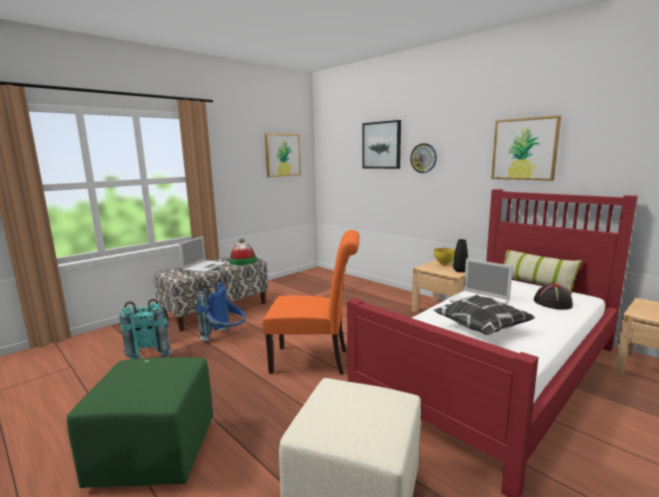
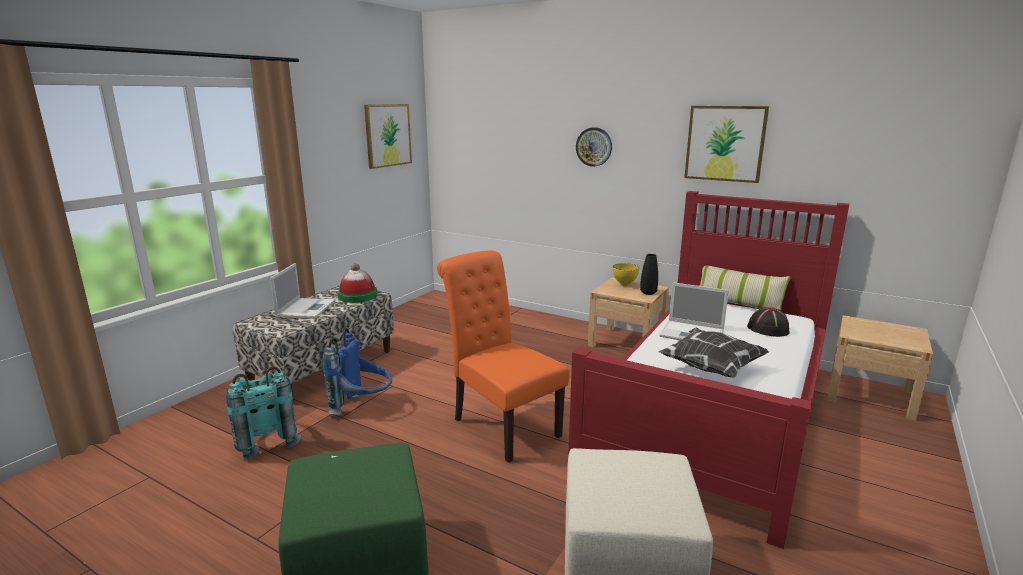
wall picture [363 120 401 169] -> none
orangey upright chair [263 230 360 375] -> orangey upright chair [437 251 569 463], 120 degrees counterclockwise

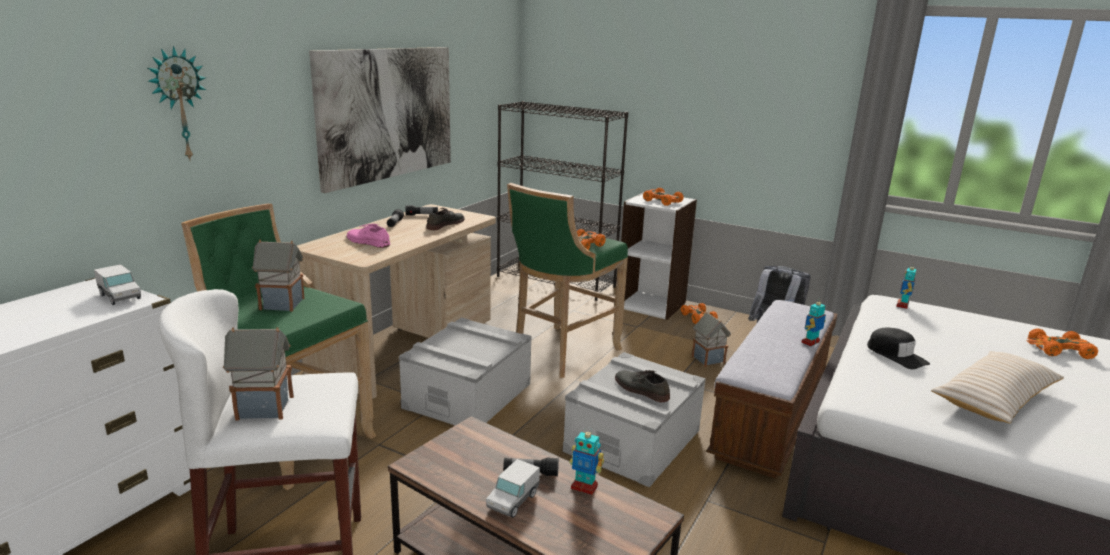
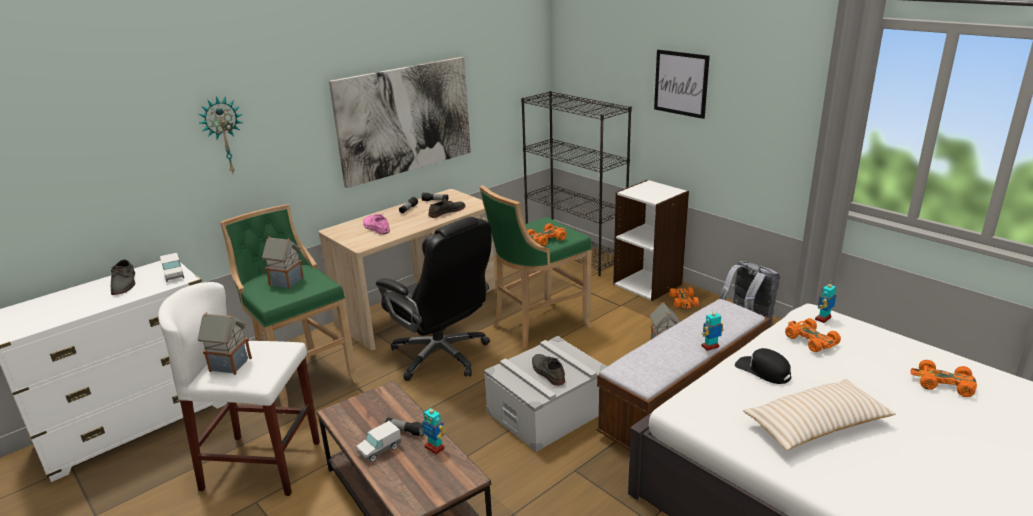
orangey miniature car [643 188 684 206] -> orangey miniature car [785 318 841 352], shifted
grey storage box [399 317 532 425] -> black-coloured desk chair [376 217 492 381]
black-coloured peaked cap [867 328 930 369] -> black-coloured peaked cap [735 348 791 384], 150 degrees clockwise
none -> wall picture [654 50 710 119]
none -> grey shoe [111 260 135 295]

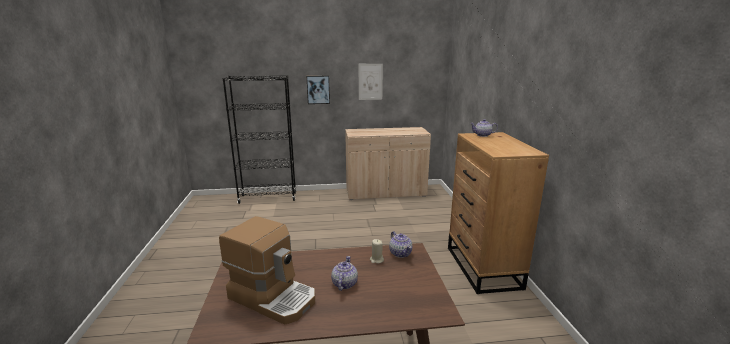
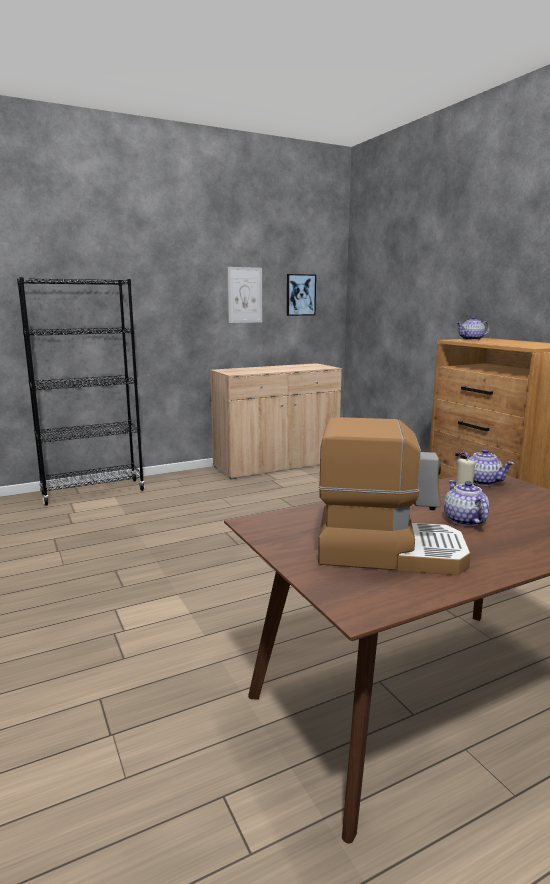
wall picture [307 76 330 104] -> wall picture [287 274 316 316], shifted

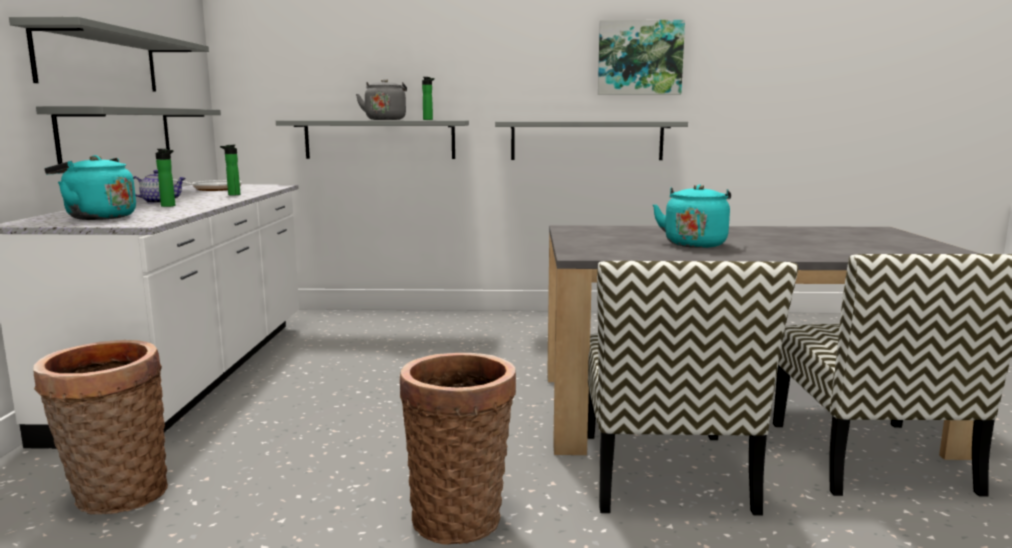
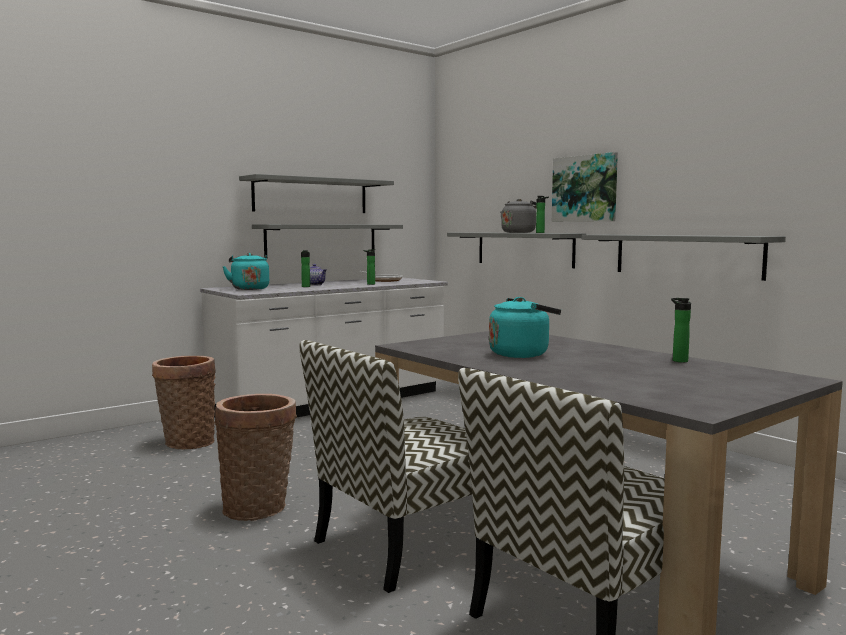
wall picture [598 20 685 95] -> wall picture [552 152 618 222], shifted
none -> bottle [671 298 691 363]

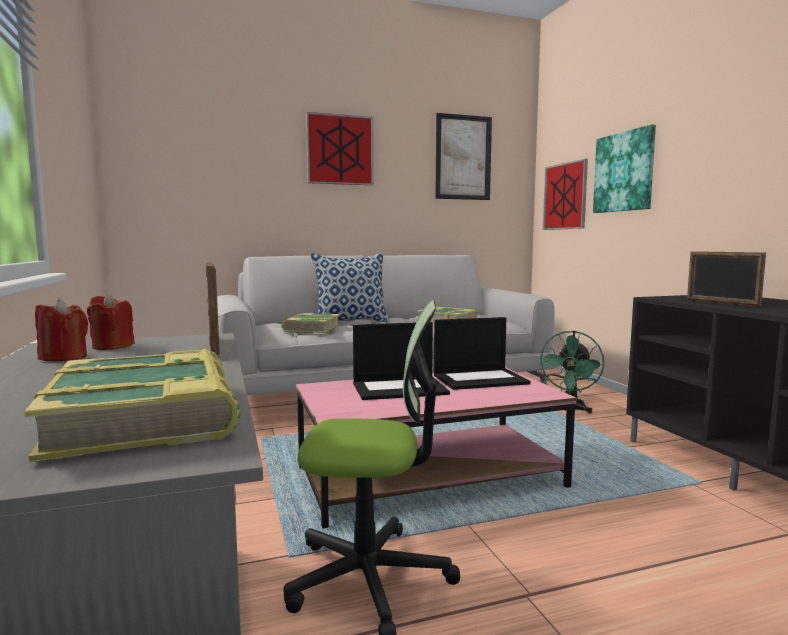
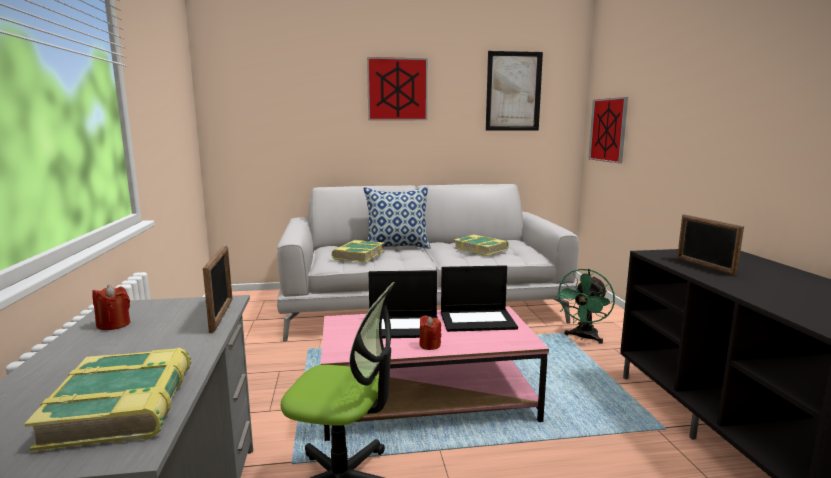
wall picture [593 124 656 213] -> none
red-coloured candle [87 293 135 350] -> red-coloured candle [420 316 441 350], shifted

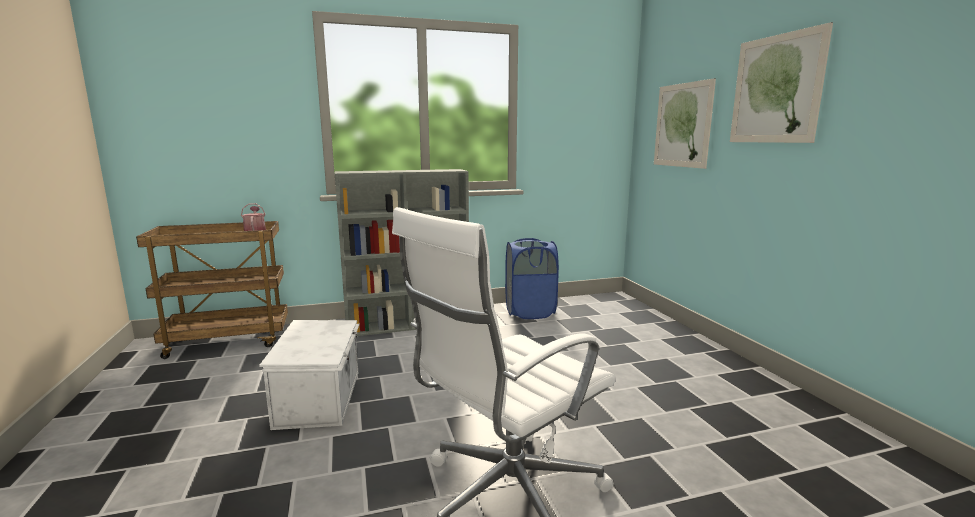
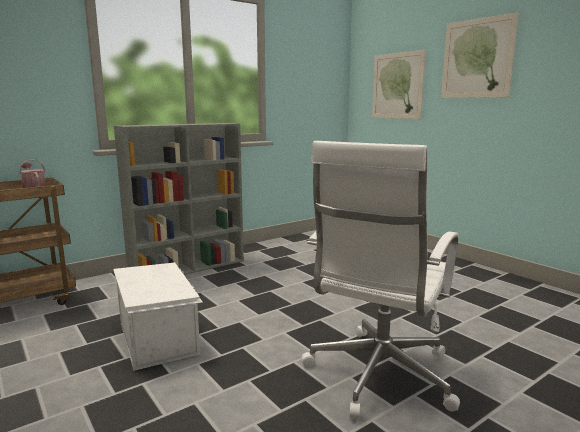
blue washing basket [505 238 559 319] -> none

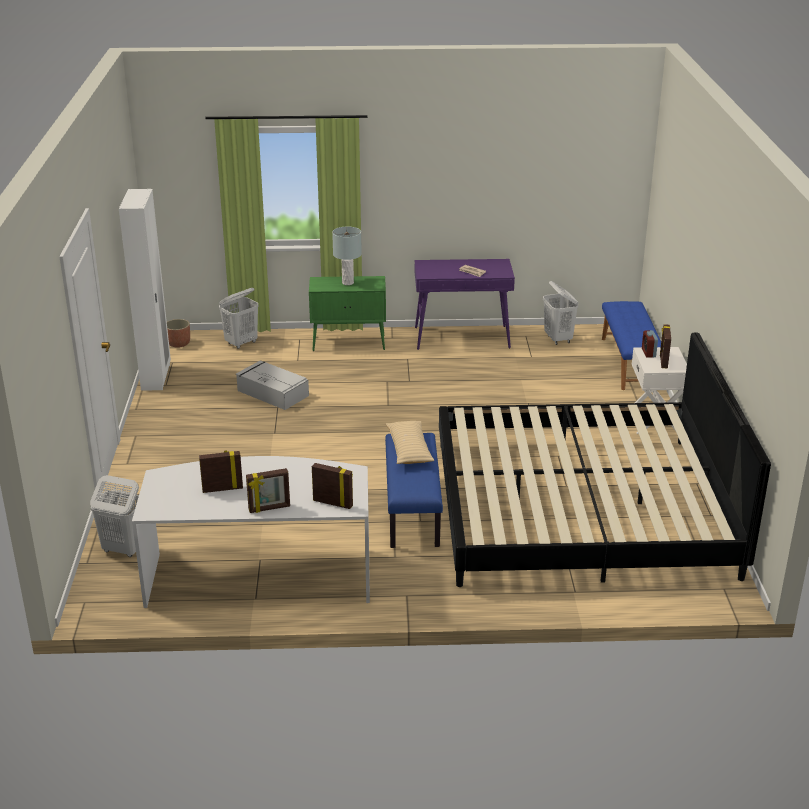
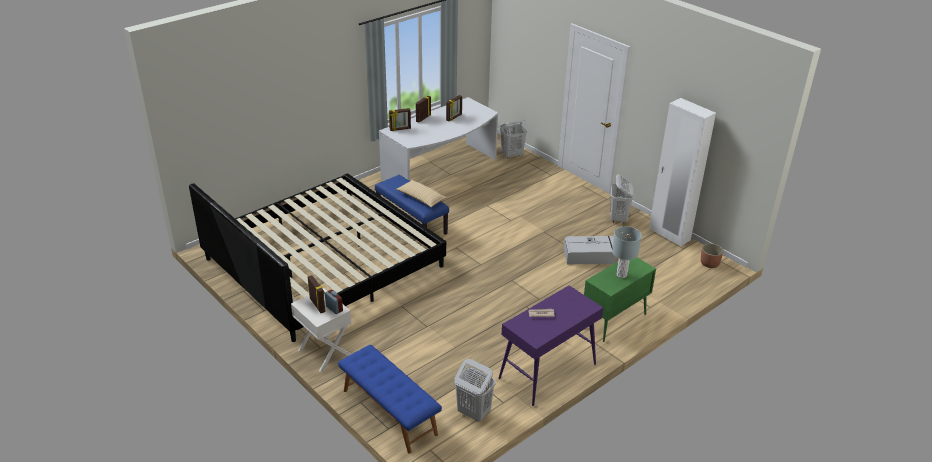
white-coloured washing basket [219 288 259 349] -> white-coloured washing basket [610 174 633 224], shifted

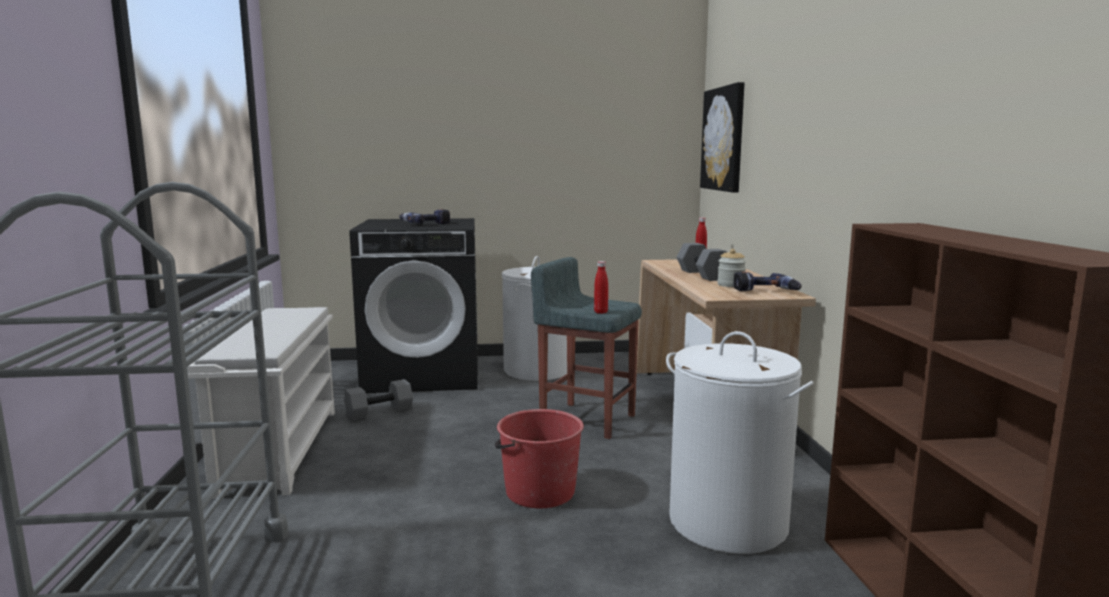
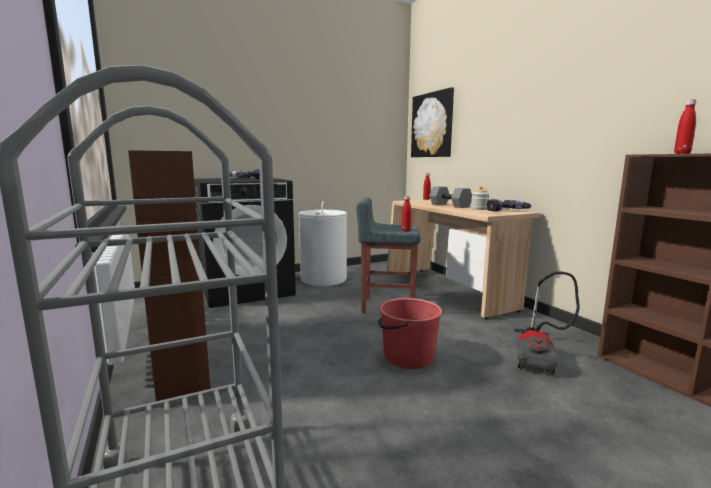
white-coloured shoe stand [188 307 335 498] -> brown-coloured shelving unit [128 150 210 401]
white-coloured washing basket [666 331 813 554] -> vacuum cleaner [514 271 580 375]
grey free weight [344 379 413 421] -> none
none -> red-coloured bottle [674 99 697 154]

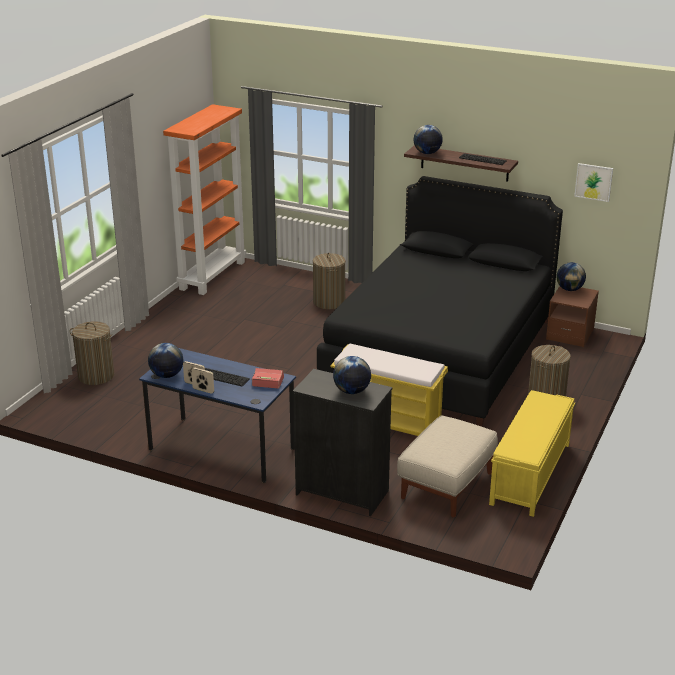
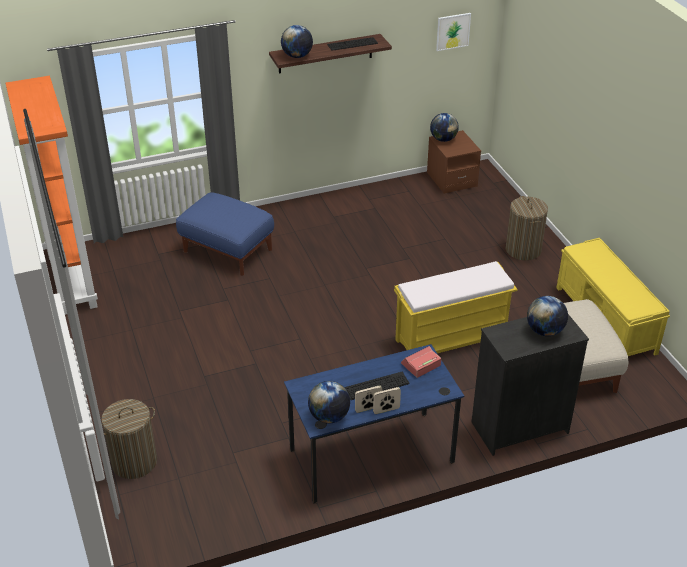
black-coloured bed [317 176 563 427] -> none
washing basket [313 253 346 309] -> blue ottoman [176 192 274 276]

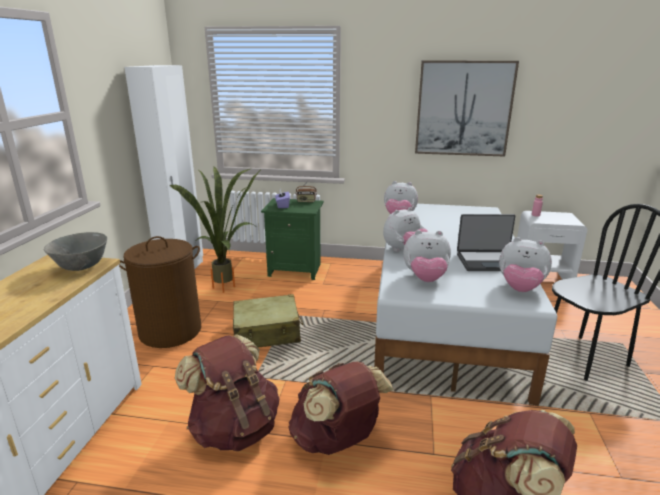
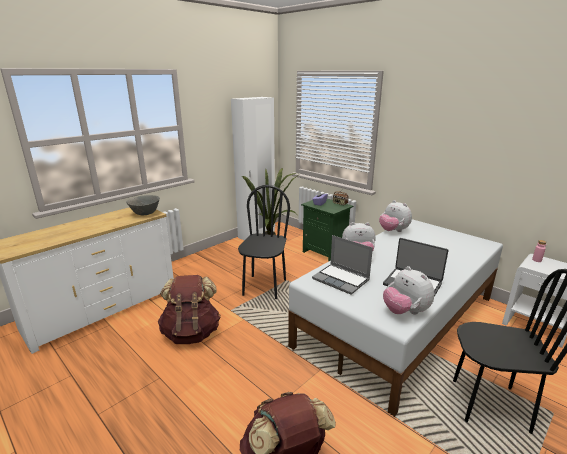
wall picture [415 60 519 157] -> none
cuddly toy [403 230 451 282] -> laptop [312 235 373 295]
brown-coloured washing basket [119 236 201 348] -> none
sand-coloured piece of luggage [233 294 303 347] -> black-coloured upright chair [238 185 290 299]
brown-coloured rucksack [289 362 394 455] -> none

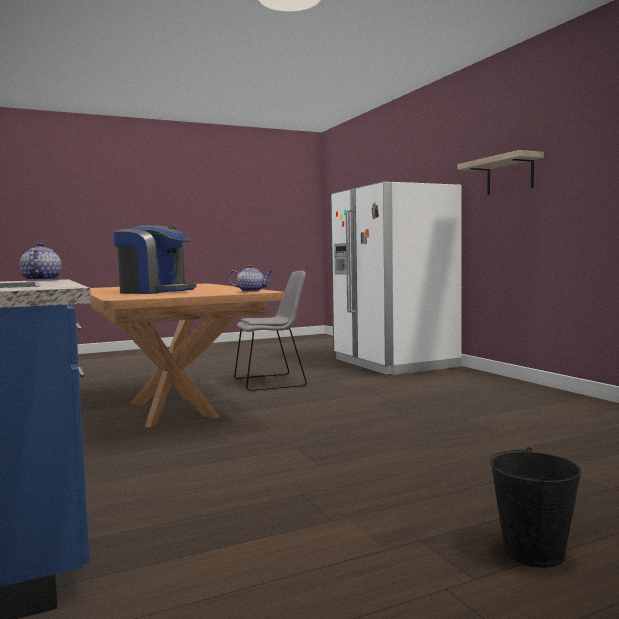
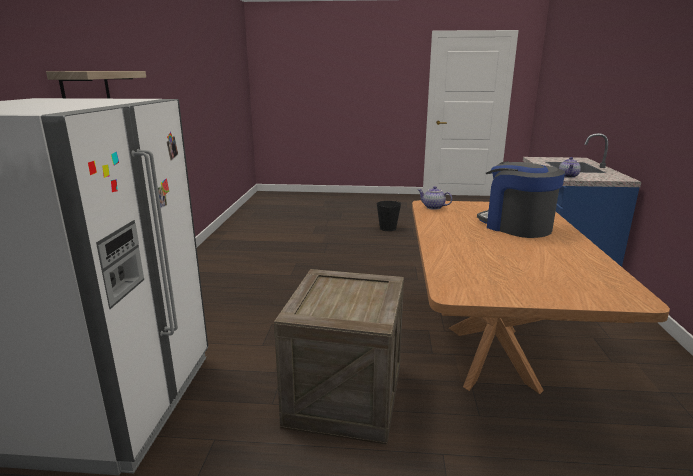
grey upright chair [234 270 307 392] -> crate [274 269 404 445]

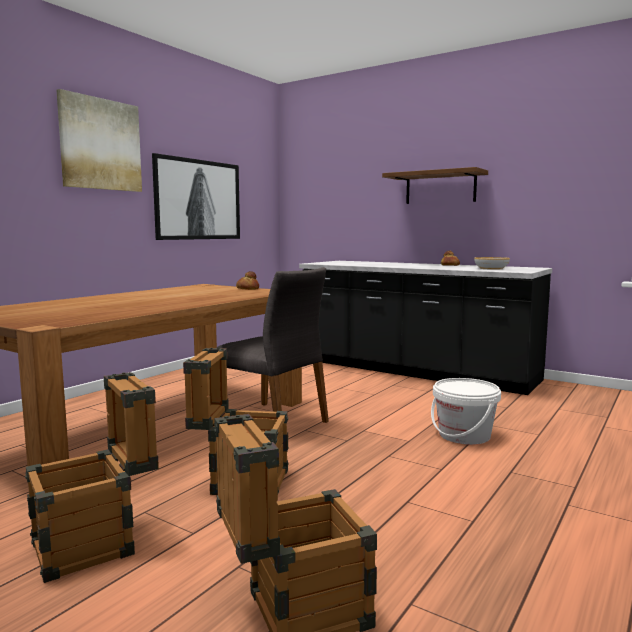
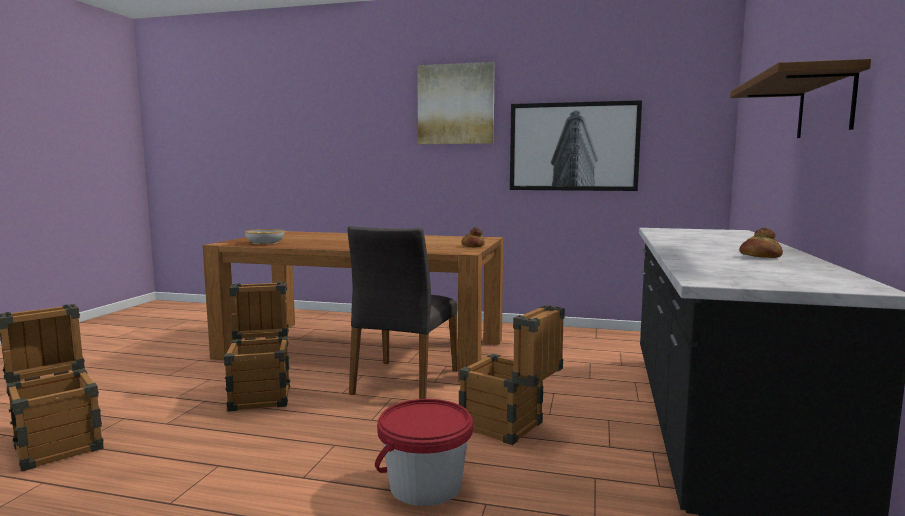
serving bowl [474 257 510 270] -> serving bowl [245 229 285 244], shifted
crate [25 372 159 583] -> crate [459 305 565 445], shifted
white-coloured water bucket [431 378 501 445] -> red-coloured water bucket [375 399 473 506]

